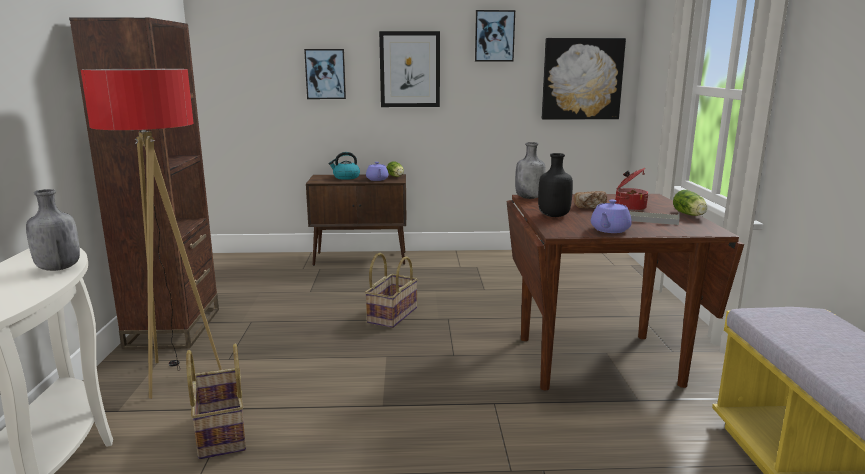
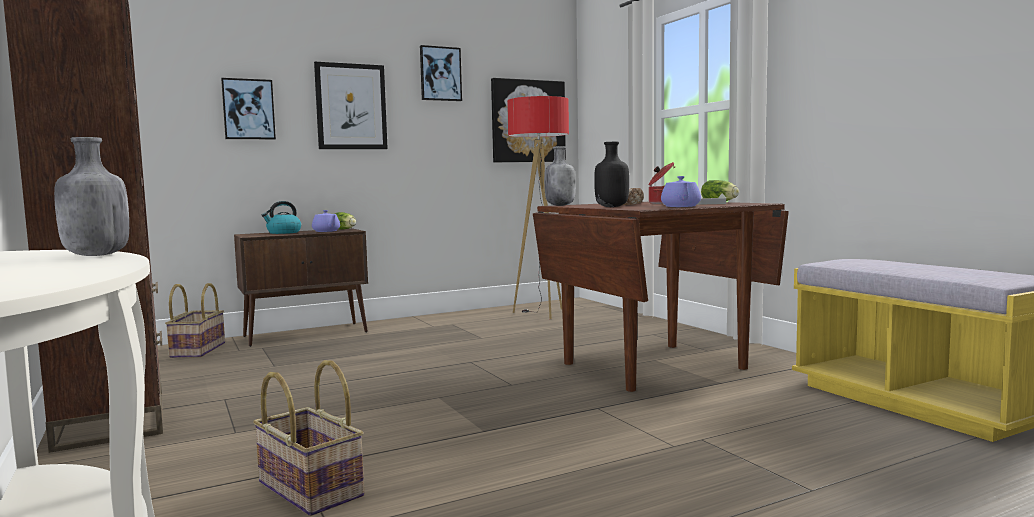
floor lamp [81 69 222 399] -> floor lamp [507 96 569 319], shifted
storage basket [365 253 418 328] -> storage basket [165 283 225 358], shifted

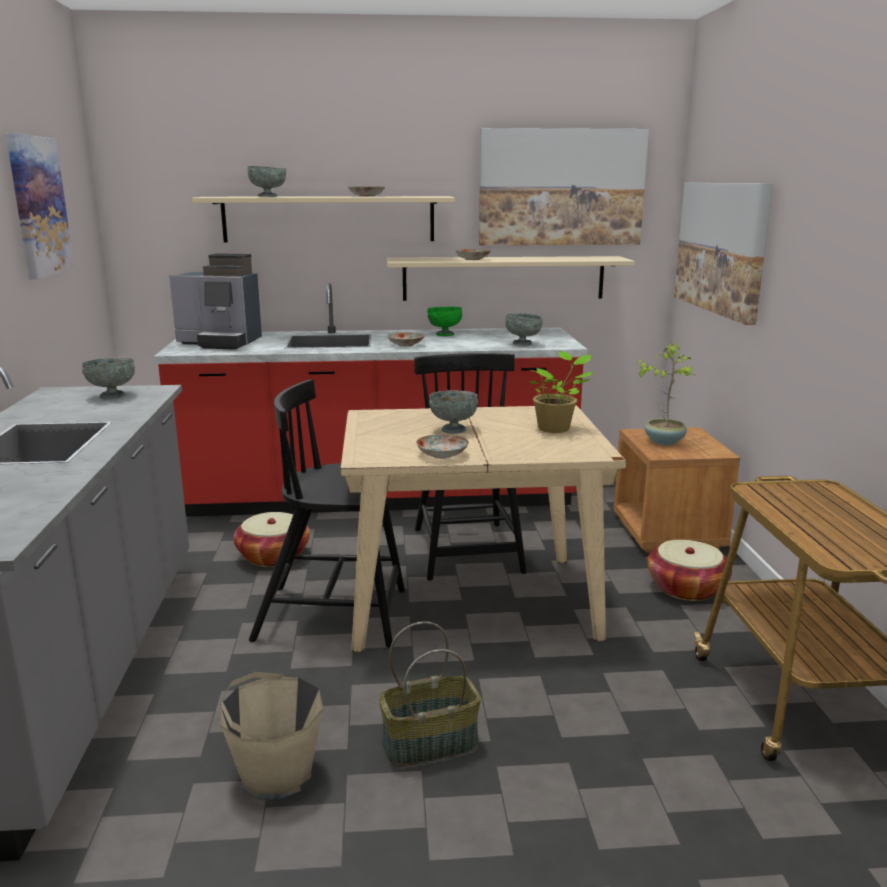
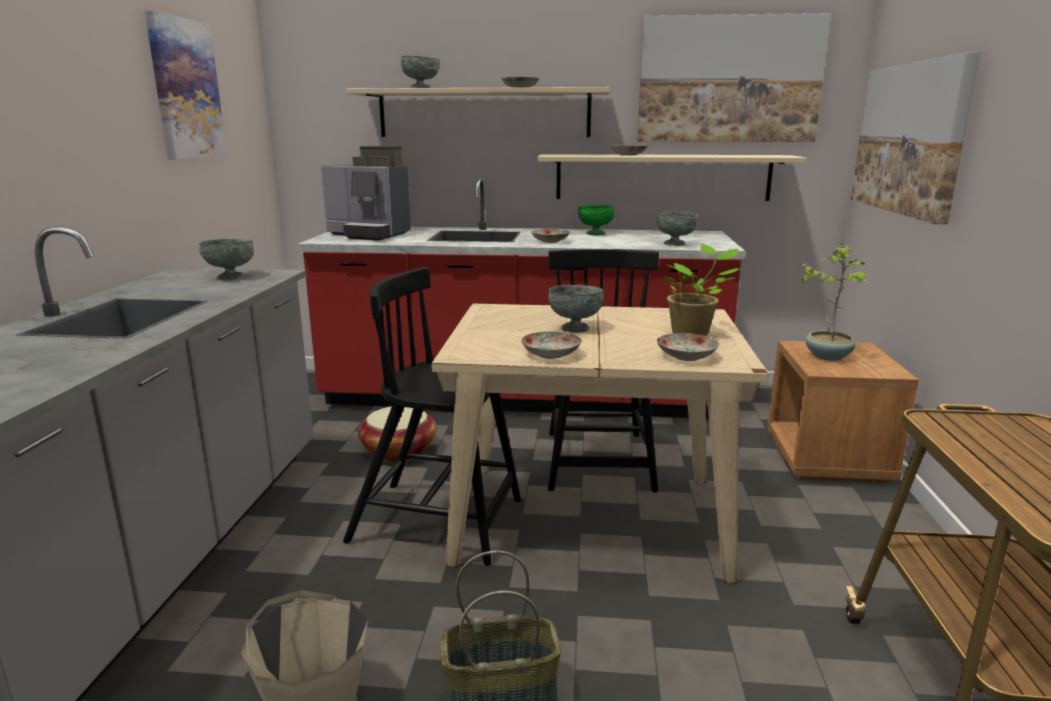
storage basket [647 540 732 601] -> none
none -> plate [657 333 719 361]

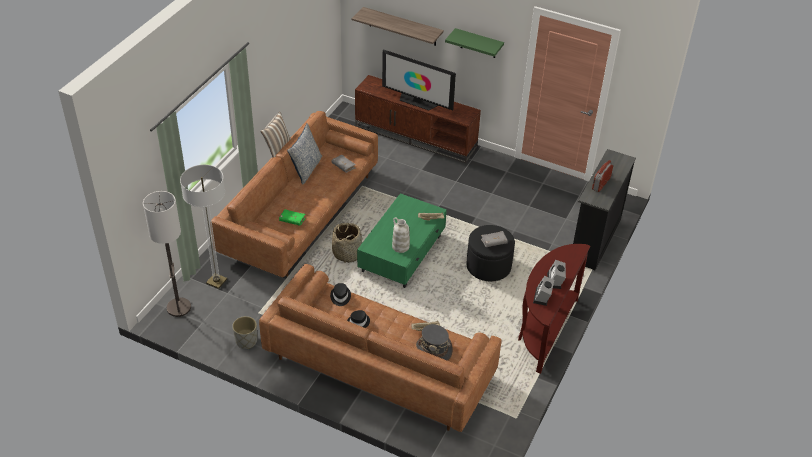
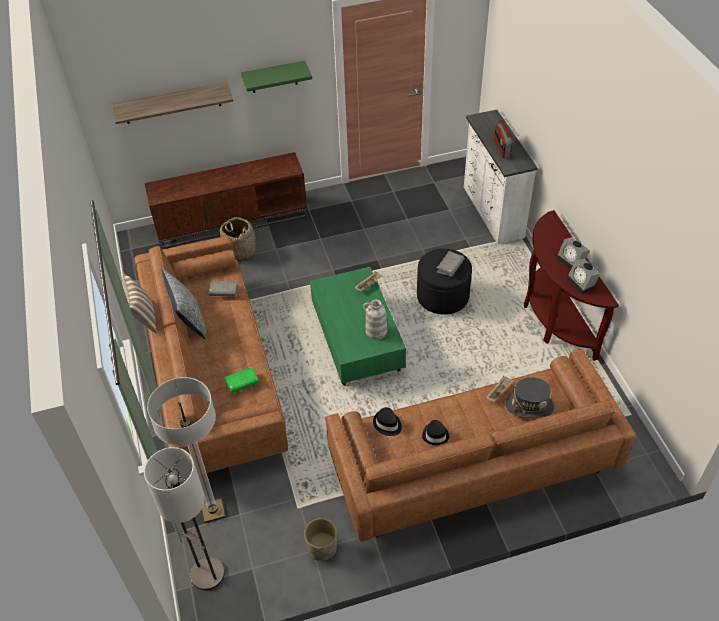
TV set [382 49 456 111] -> none
black-coloured drawer chest [573 149 636 270] -> white-coloured drawer chest [464 110 538 244]
storage basket [332 223 362 263] -> storage basket [220 217 256 262], shifted

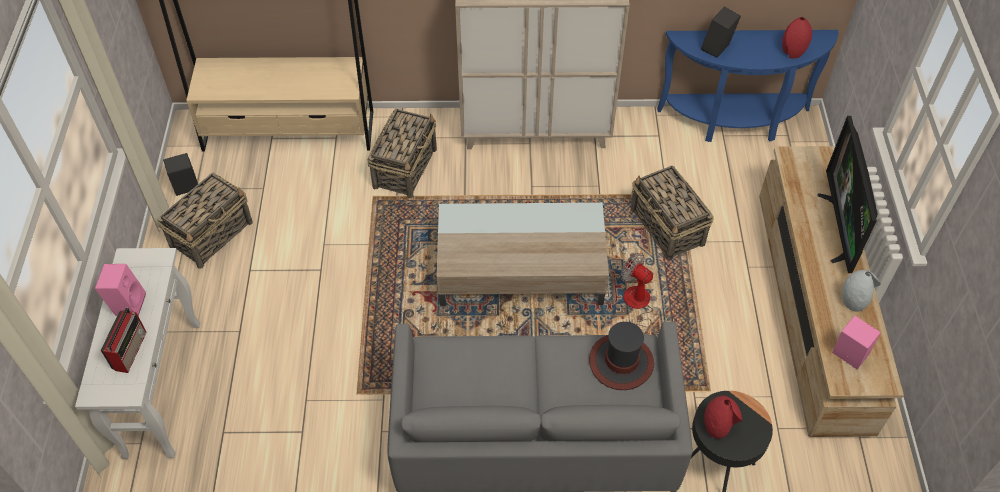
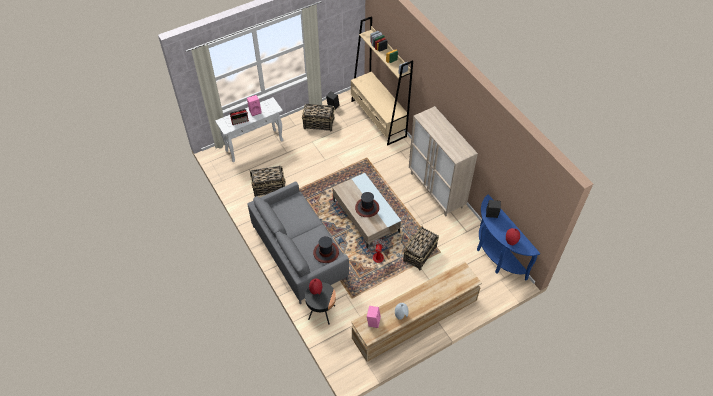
storage basket [367 109 437 198] -> storage basket [250 166 286 197], shifted
TV set [817 116 878 273] -> none
none -> clothing hat [355 192 379 217]

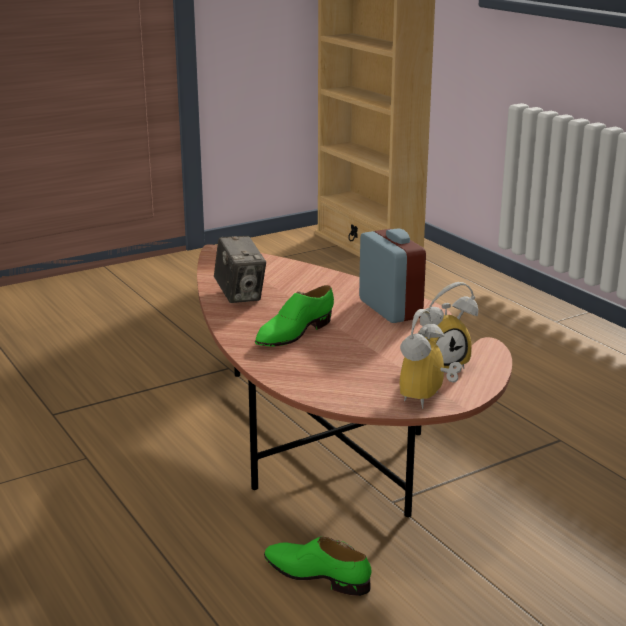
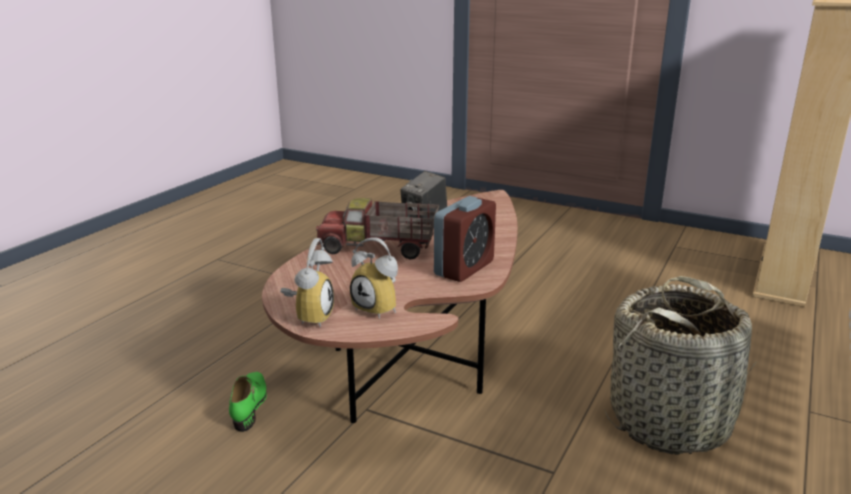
greenish shoe [255 285 334 346] -> toy lorry [316 198 439 260]
table clock [399 309 462 409] -> table clock [280 238 334 327], 105 degrees clockwise
none -> storage basket [604 276 757 455]

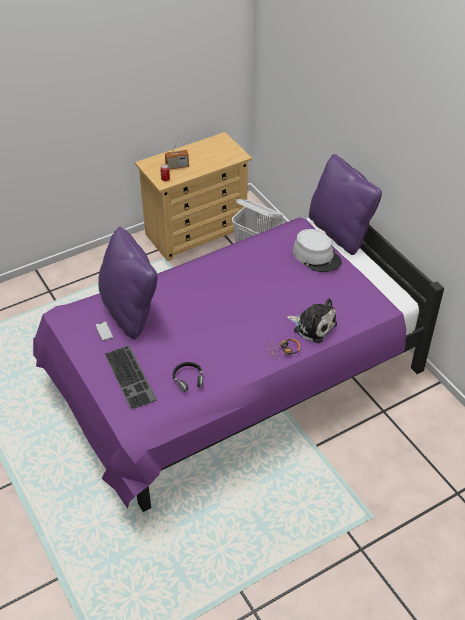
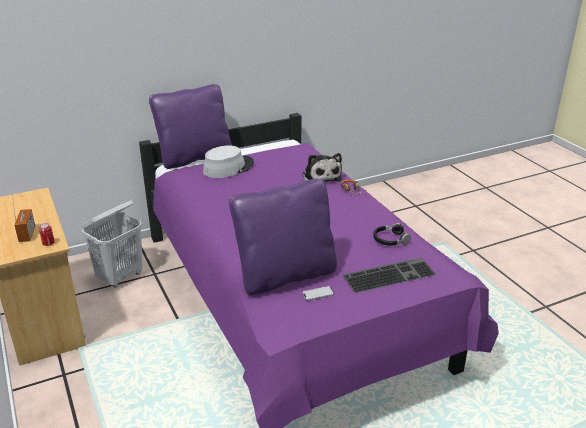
cuddly toy [286 298 337 343] -> cuddly toy [302 153 342 182], 120 degrees clockwise

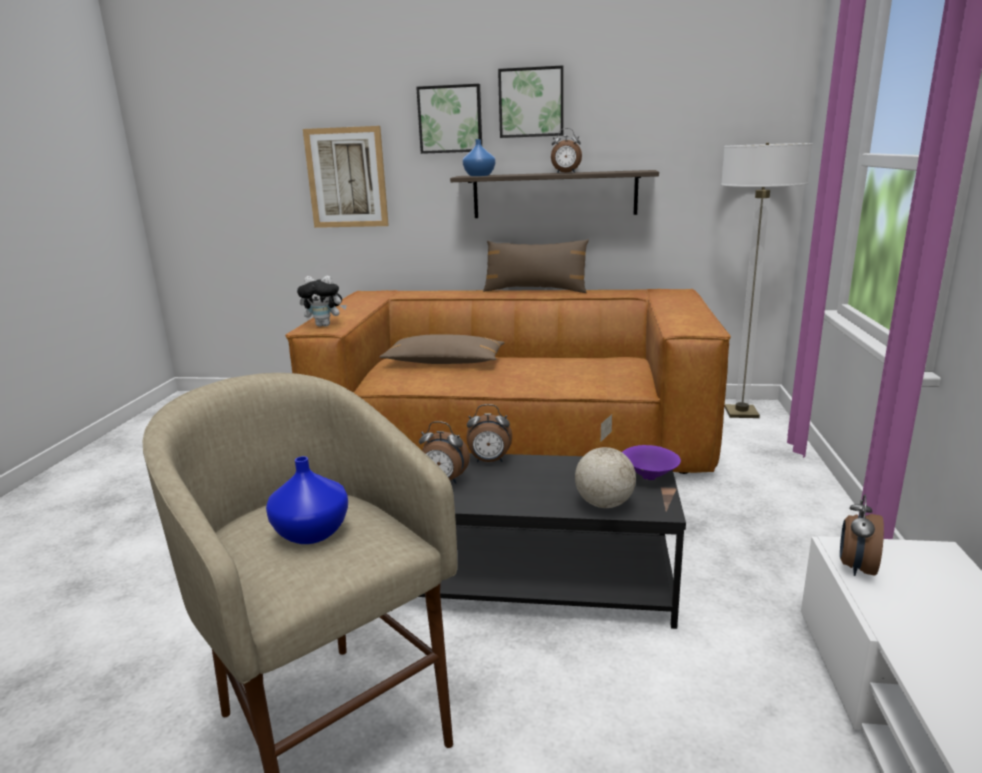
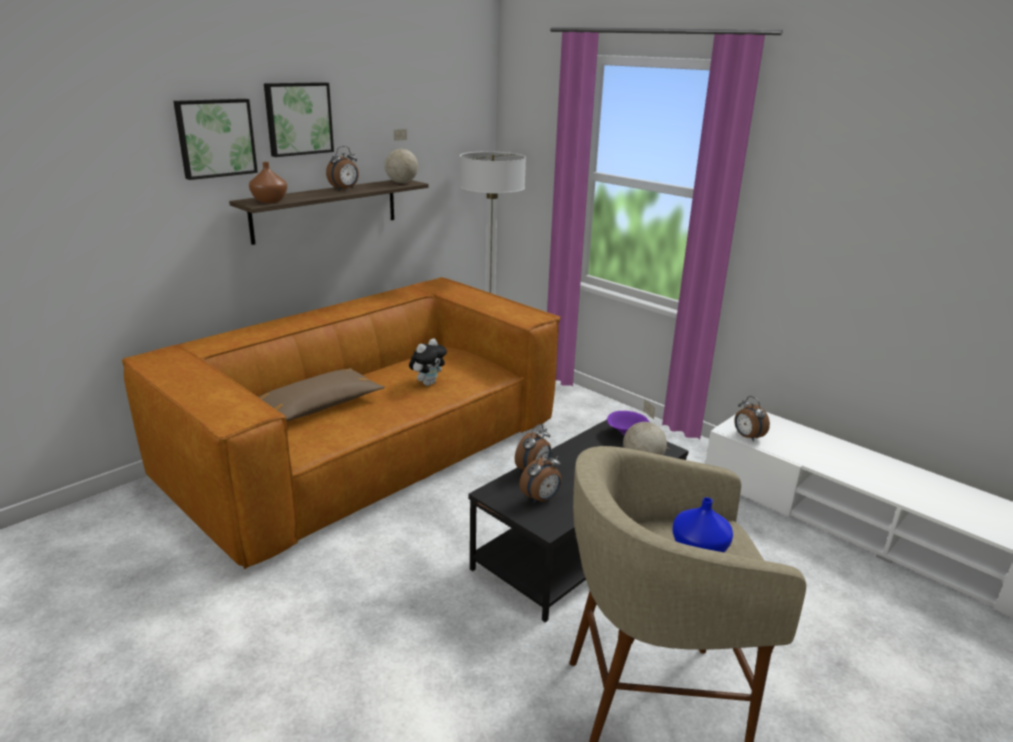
wall picture [303 126 389 228] -> none
blue vase [463 139 496 176] -> brown-coloured vase [249 162 287 203]
brown-coloured cushion [483 239 589 293] -> none
cuddly toy [297 276 347 327] -> cuddly toy [409 339 447 386], shifted
none -> desk globe [385 129 418 183]

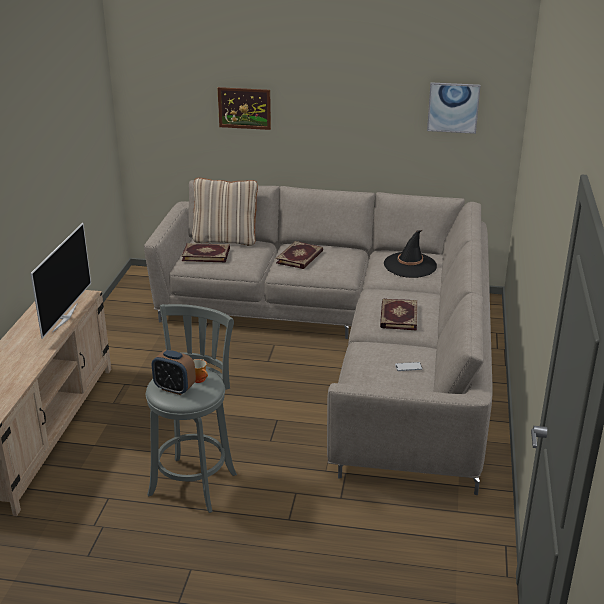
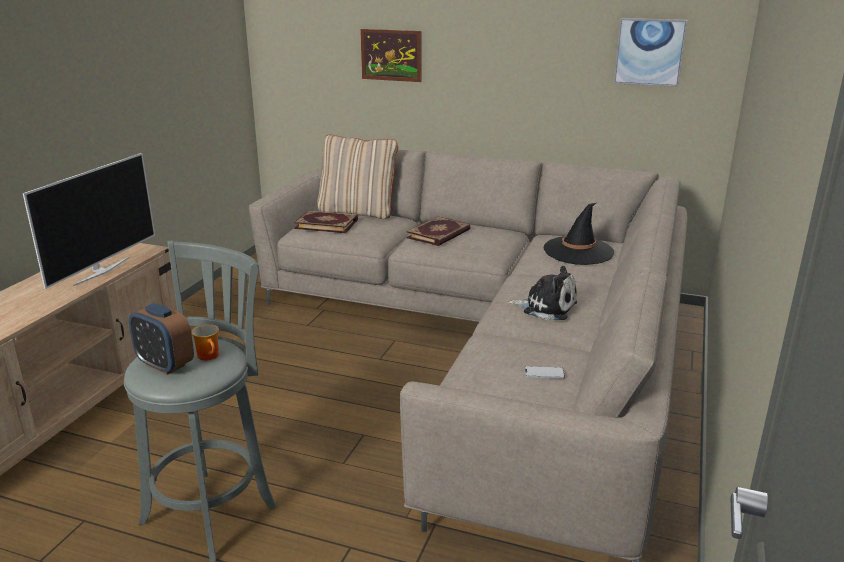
book [380 298 417 331] -> cuddly toy [507 266 577 320]

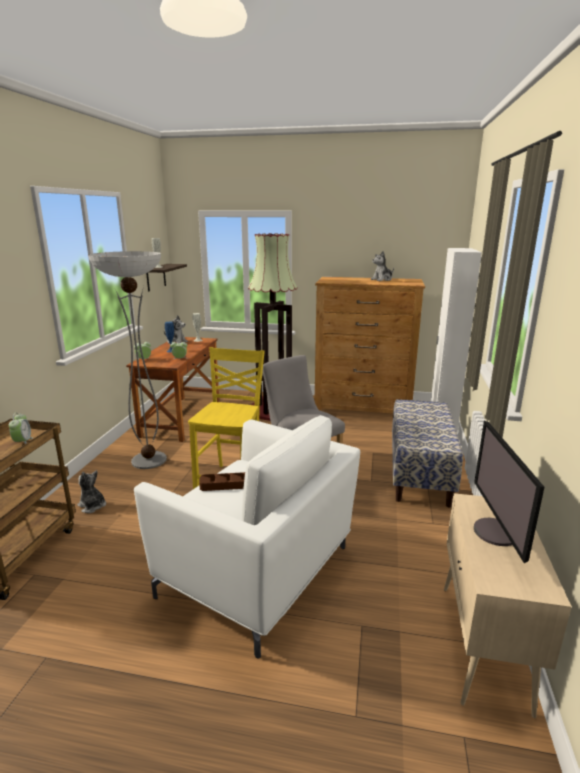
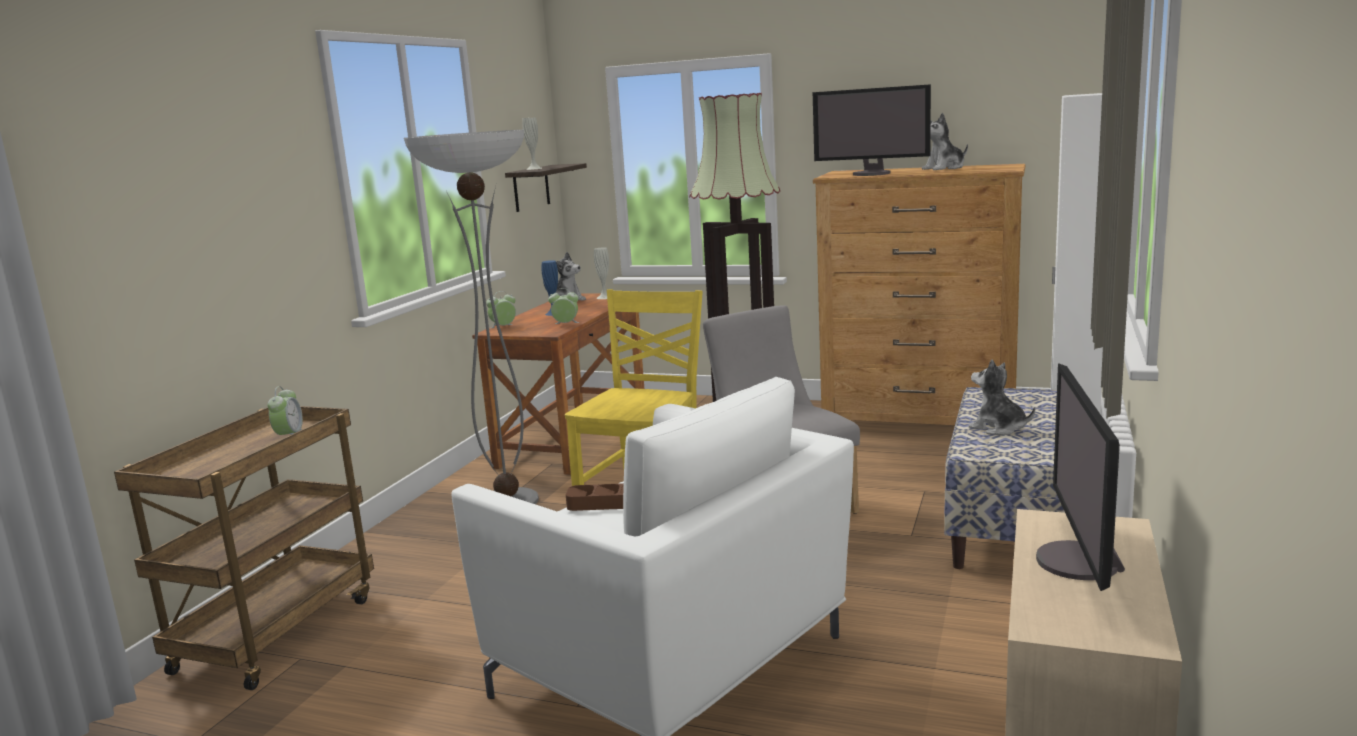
cuddly toy [77 470 106 513] -> cuddly toy [968 359 1035 435], shifted
none -> computer screen [813 84 931 176]

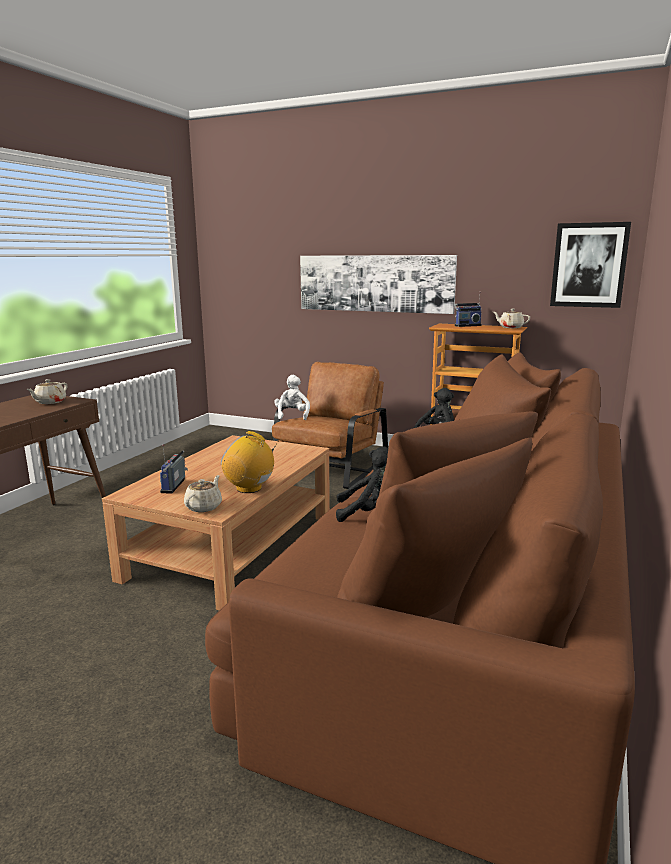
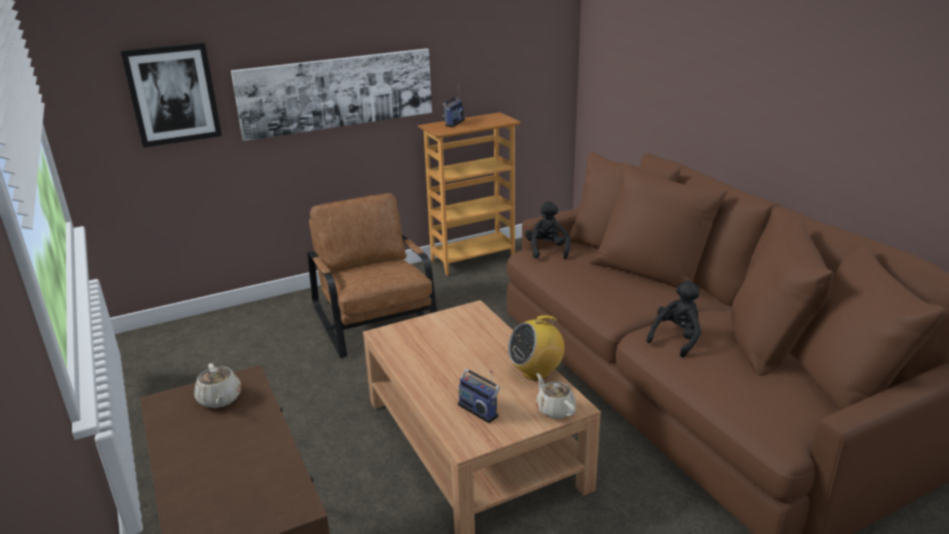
wall picture [550 222 631 308] -> wall picture [120 43 222 148], shifted
sand-coloured pot for tea [493 309 530 328] -> none
white-coloured cuddly toy [274 375 310 420] -> none

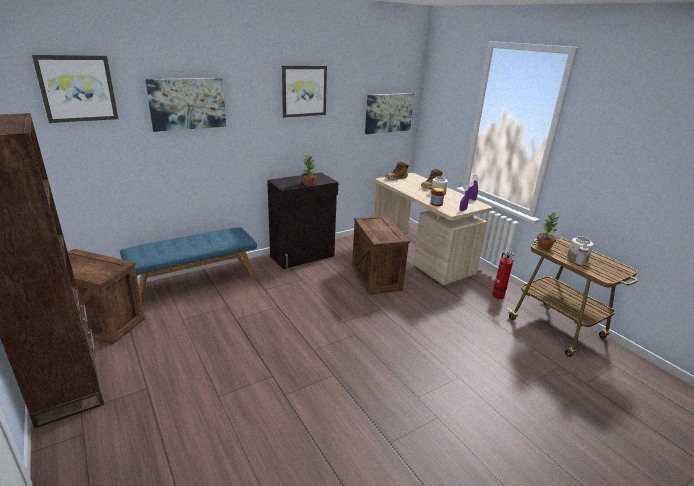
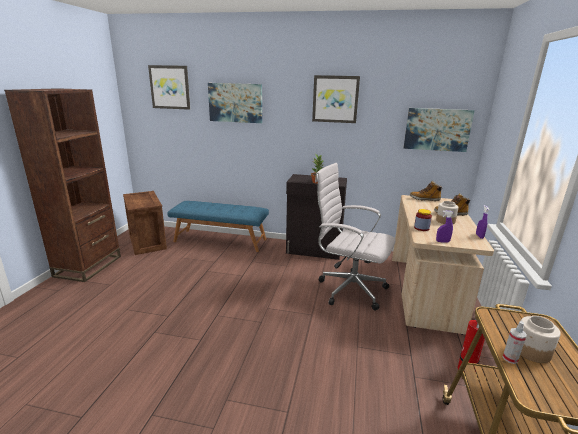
potted plant [537 212 559 249] -> none
crate [352 216 410 295] -> white-coloured desk chair [315 163 396 311]

